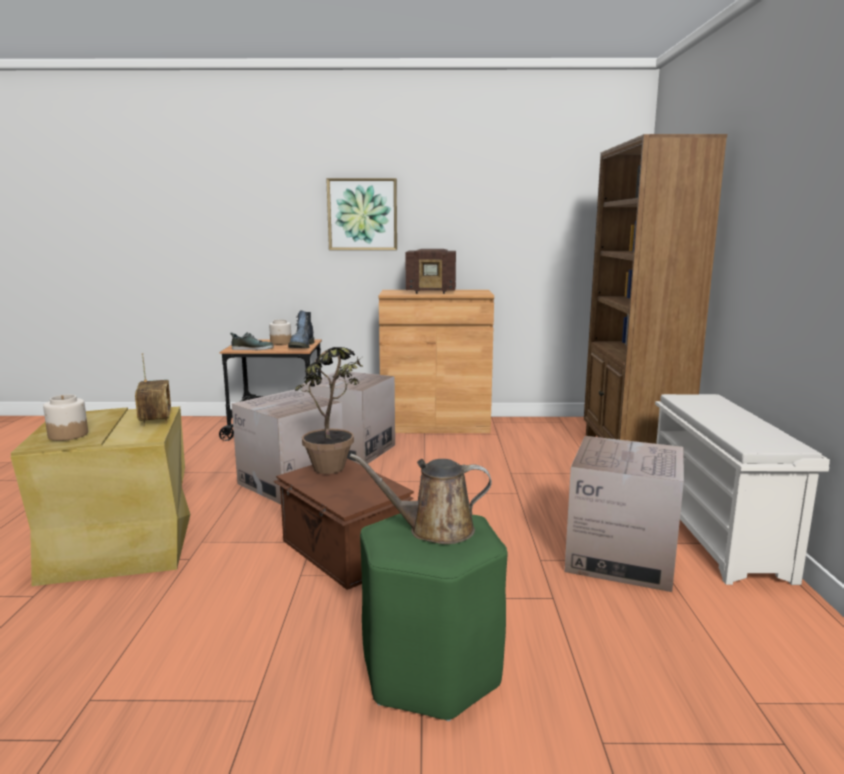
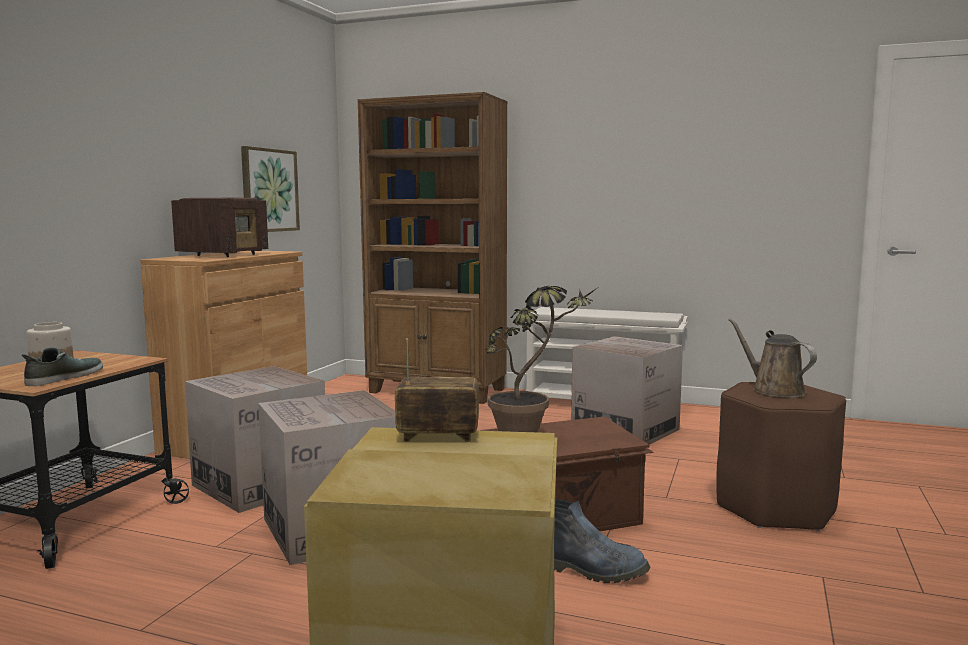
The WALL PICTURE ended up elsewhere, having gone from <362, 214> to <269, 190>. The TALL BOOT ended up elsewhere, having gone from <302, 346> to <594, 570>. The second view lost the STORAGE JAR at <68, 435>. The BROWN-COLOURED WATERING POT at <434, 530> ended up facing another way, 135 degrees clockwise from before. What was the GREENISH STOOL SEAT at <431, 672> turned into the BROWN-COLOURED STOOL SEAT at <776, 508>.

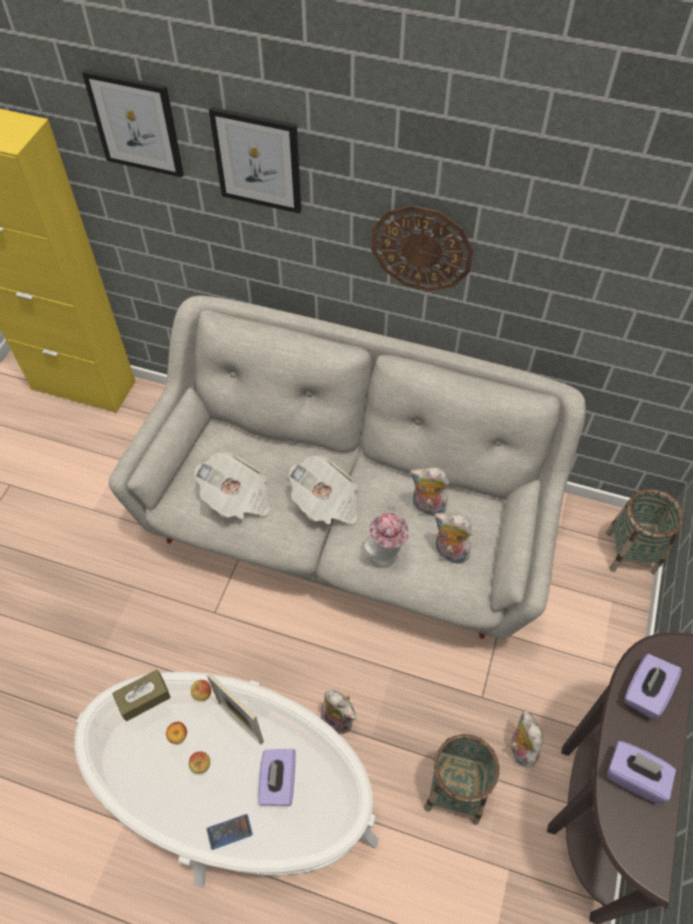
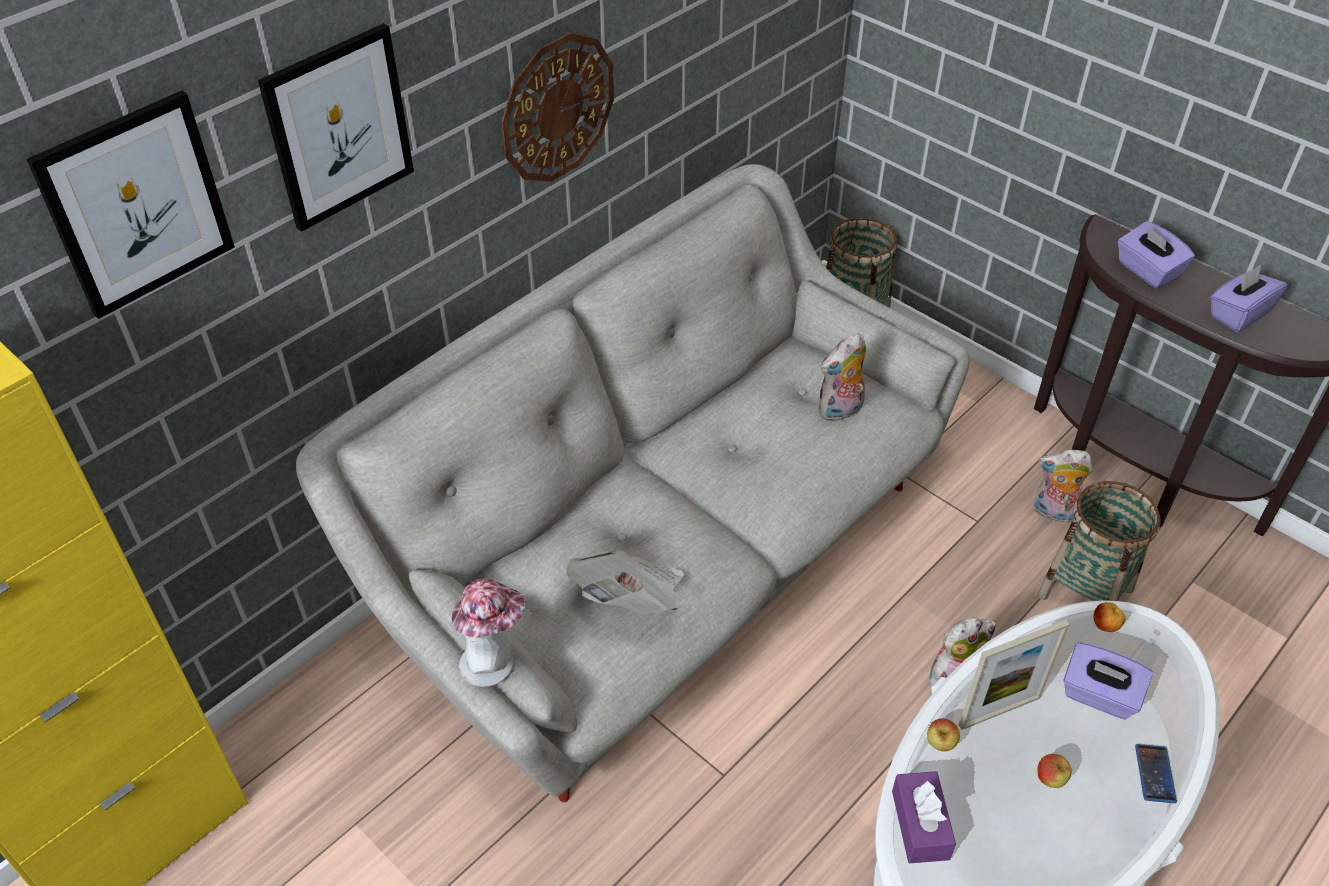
The second view lost the NEWSPAPER at <326, 502>. The second view lost the CUDDLY TOY at <427, 507>. The HAT ended up elsewhere, having gone from <386, 554> to <494, 662>. What was the BROWN-COLOURED TISSUE HOLDER at <143, 698> turned into the PURPLE-COLOURED TISSUE HOLDER at <920, 825>. The APPLE ended up elsewhere, having gone from <178, 736> to <1105, 626>.

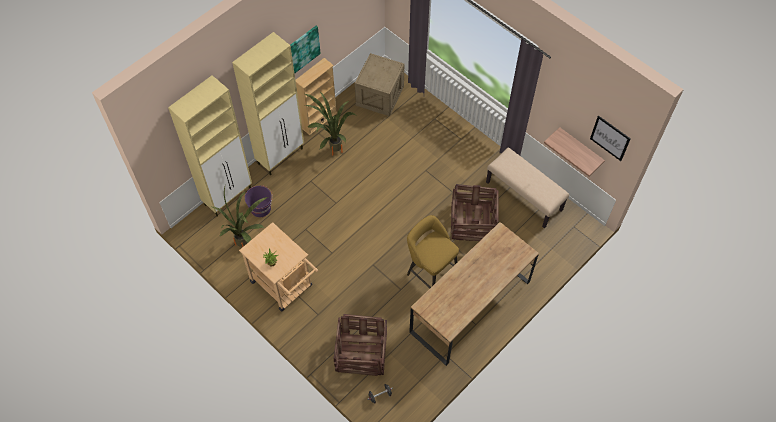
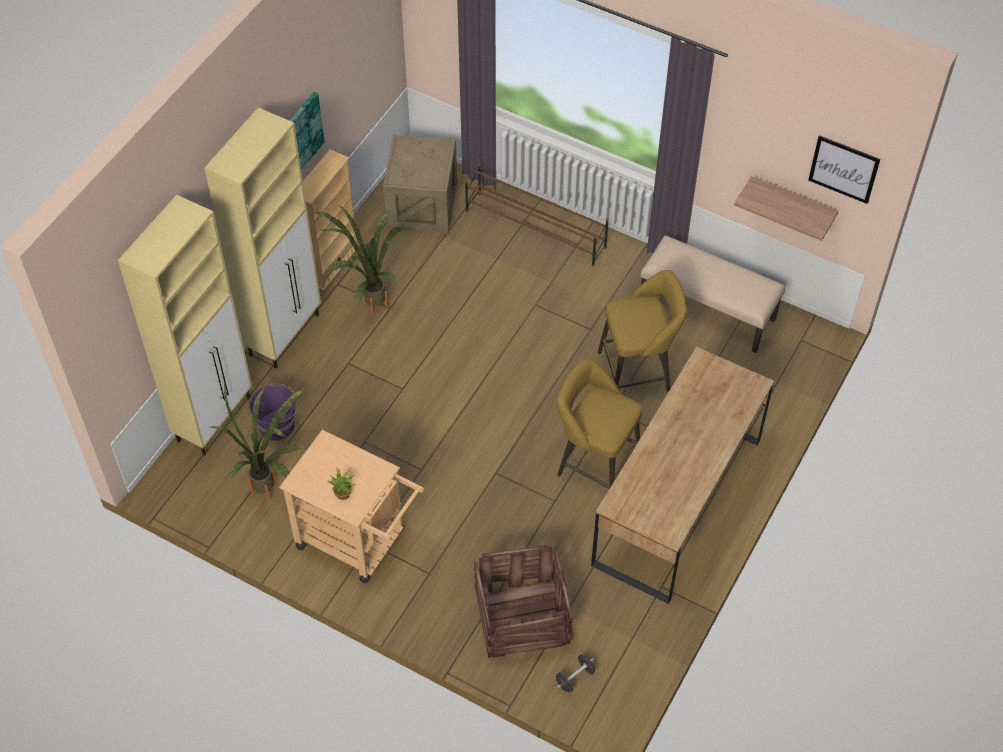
Where the PACKING CRATE stood at <472, 223>, the YELLOWISH STOOL SEAT came to stand at <638, 370>. The second view gained the BROWN-COLOURED SHOE STAND at <535, 229>.

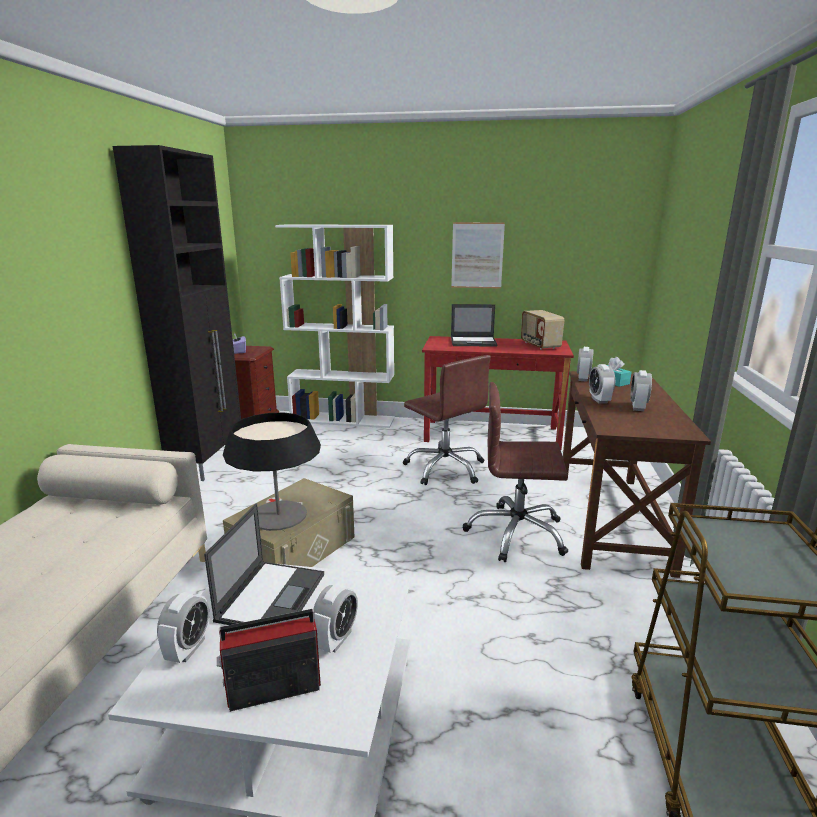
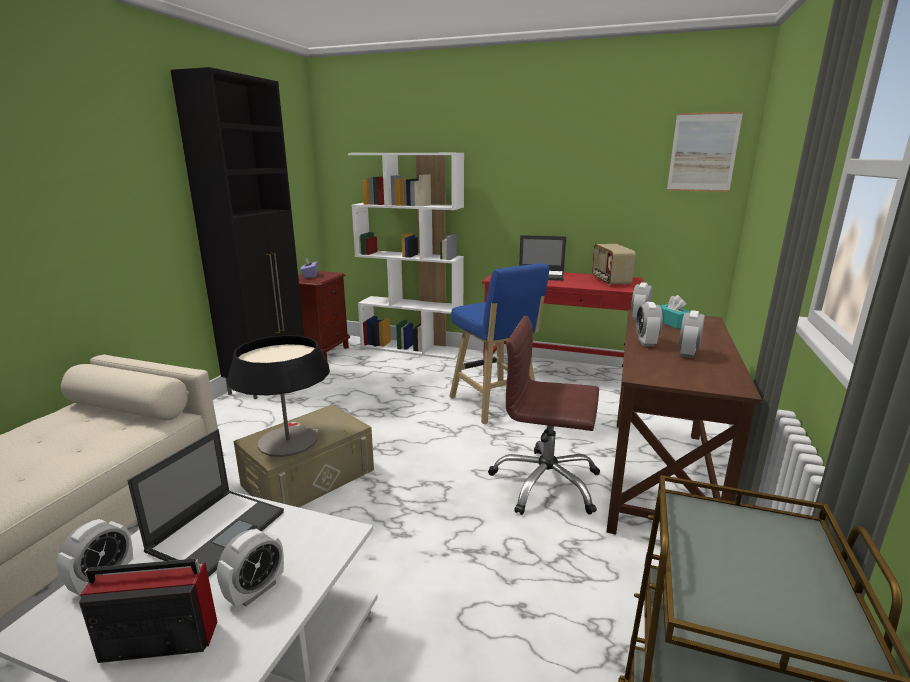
The WALL PICTURE ended up elsewhere, having gone from <477, 255> to <703, 152>. Where the BROWN-COLOURED COMPUTER CHAIR stood at <445, 468>, the BLUE-COLOURED STOOL SEAT came to stand at <495, 405>.

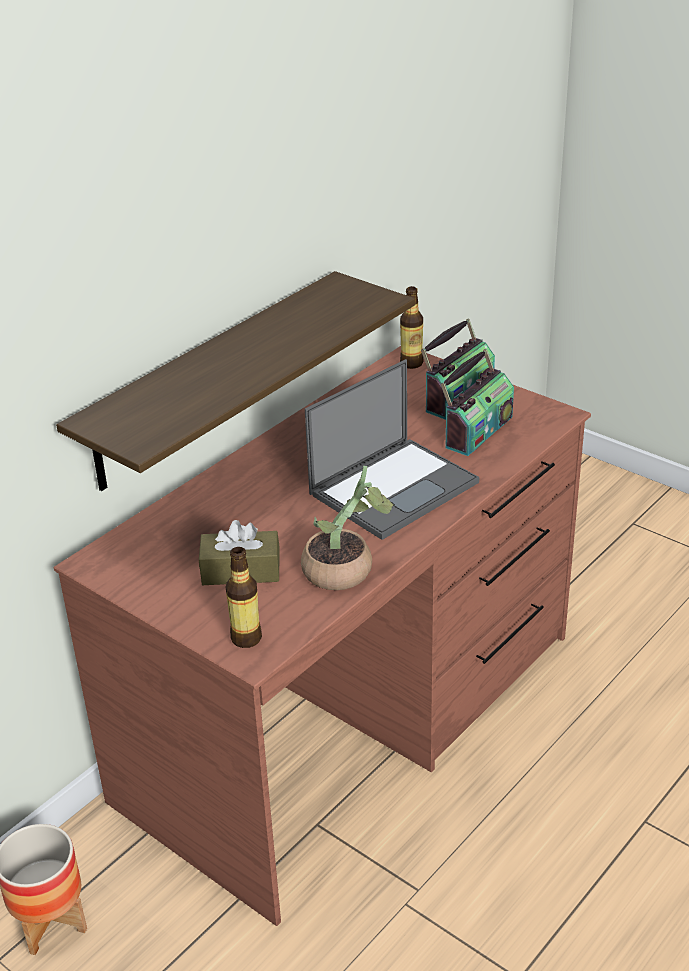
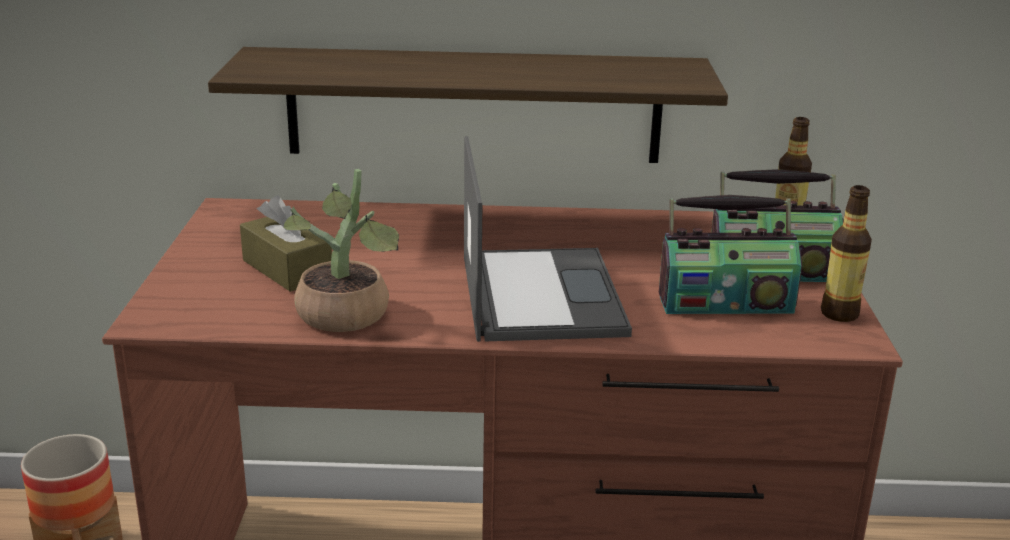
The LAPTOP at <395, 487> ended up facing another way, 105 degrees counterclockwise from before. The BOTTLE ended up elsewhere, having gone from <246, 638> to <839, 314>.

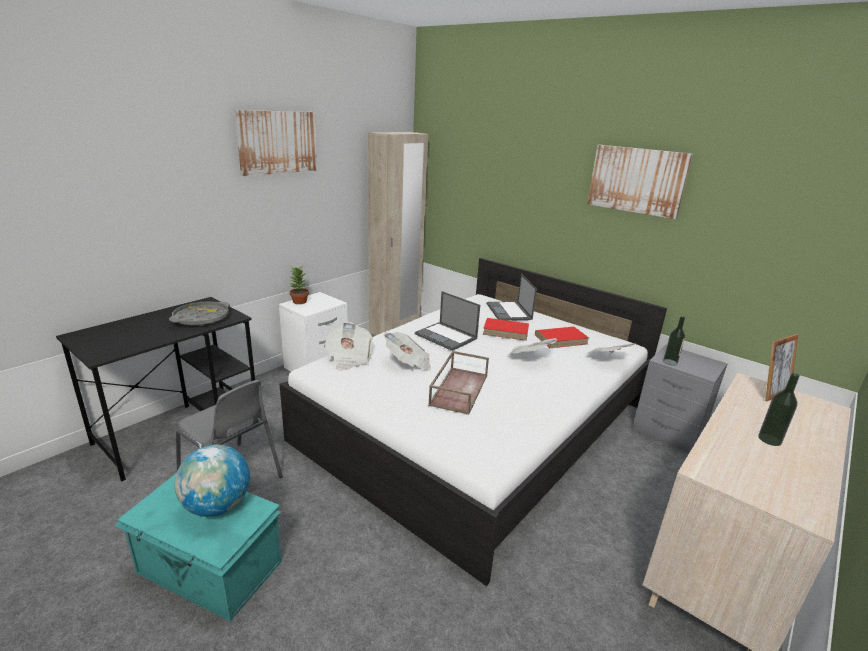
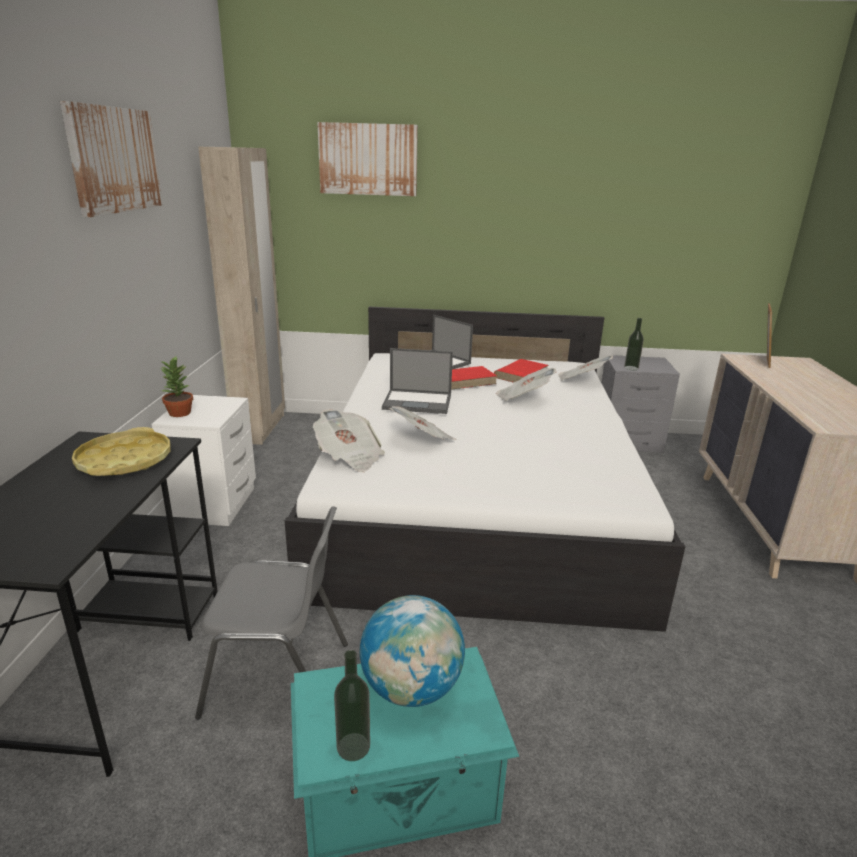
The WALL PICTURE ended up elsewhere, having gone from <637, 180> to <368, 159>. What was the GREY SERVING TRAY at <201, 318> turned into the YELLOWISH SERVING TRAY at <124, 461>. The second view lost the BROWN-COLOURED SERVING TRAY at <458, 389>. The BOTTLE ended up elsewhere, having gone from <769, 439> to <353, 746>.

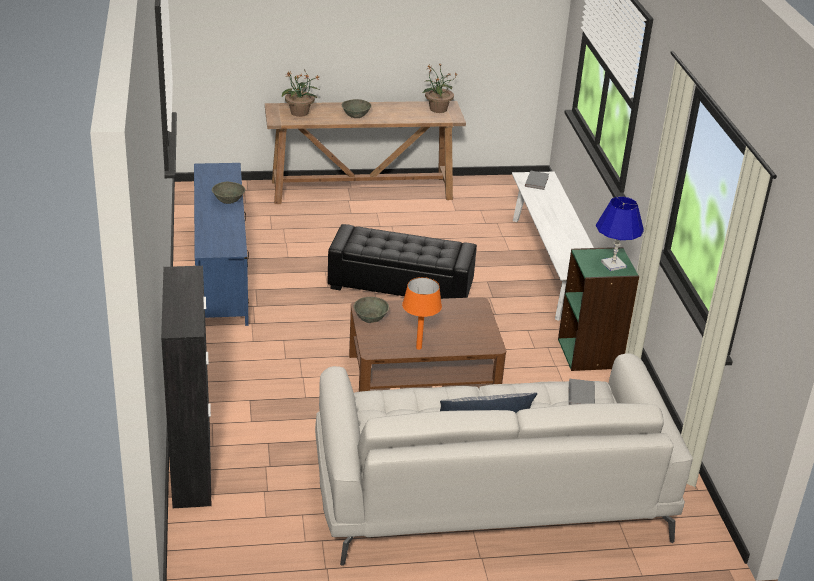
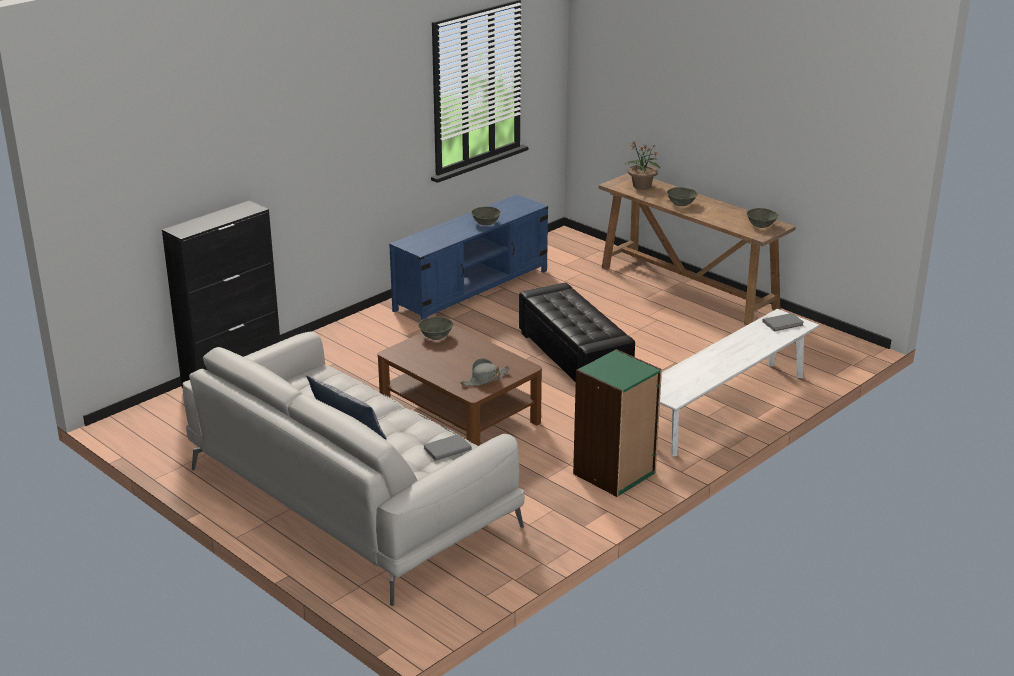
Where the POTTED PLANT stood at <437, 109>, the GREY BOWL came to stand at <761, 225>. The second view lost the BLUE-COLOURED TABLETOP LAMP at <613, 265>. The second view lost the ORANGEY TABLETOP LAMP at <419, 348>. The second view gained the GREY HAT at <485, 379>.

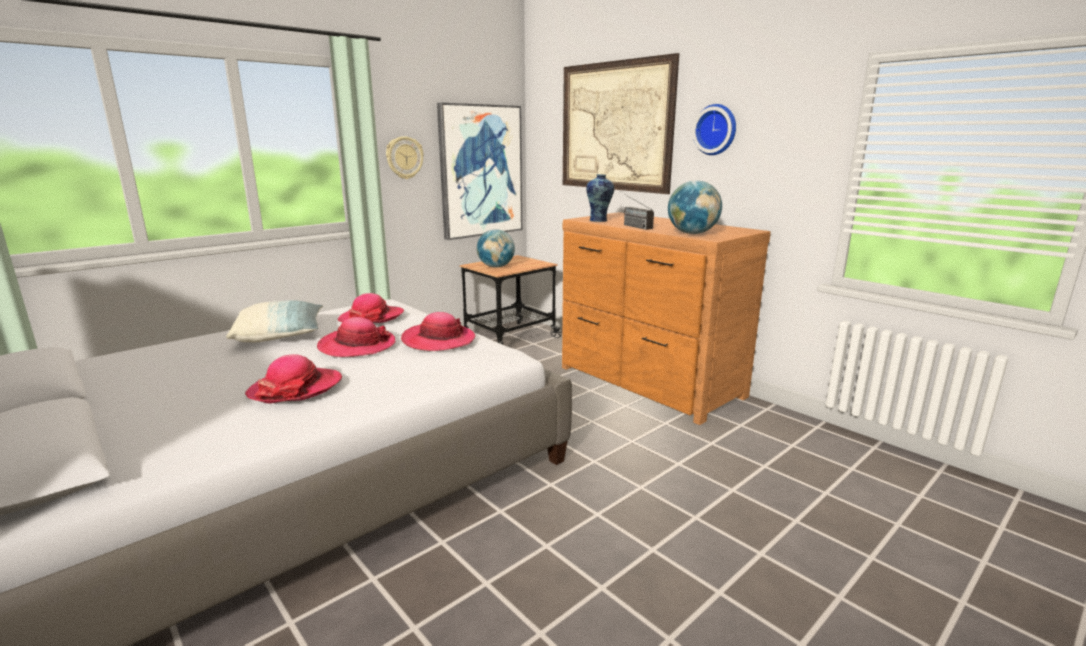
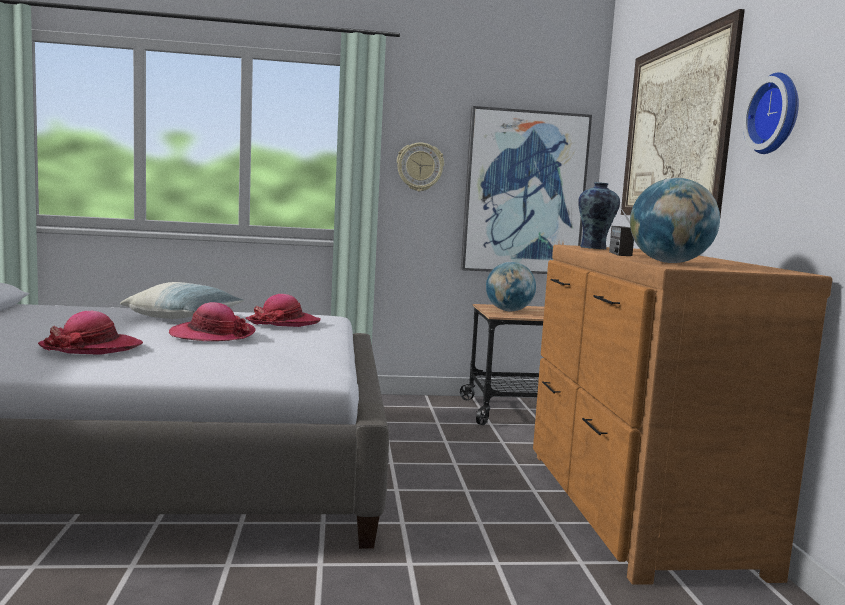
The second view lost the HAT at <438, 340>.

